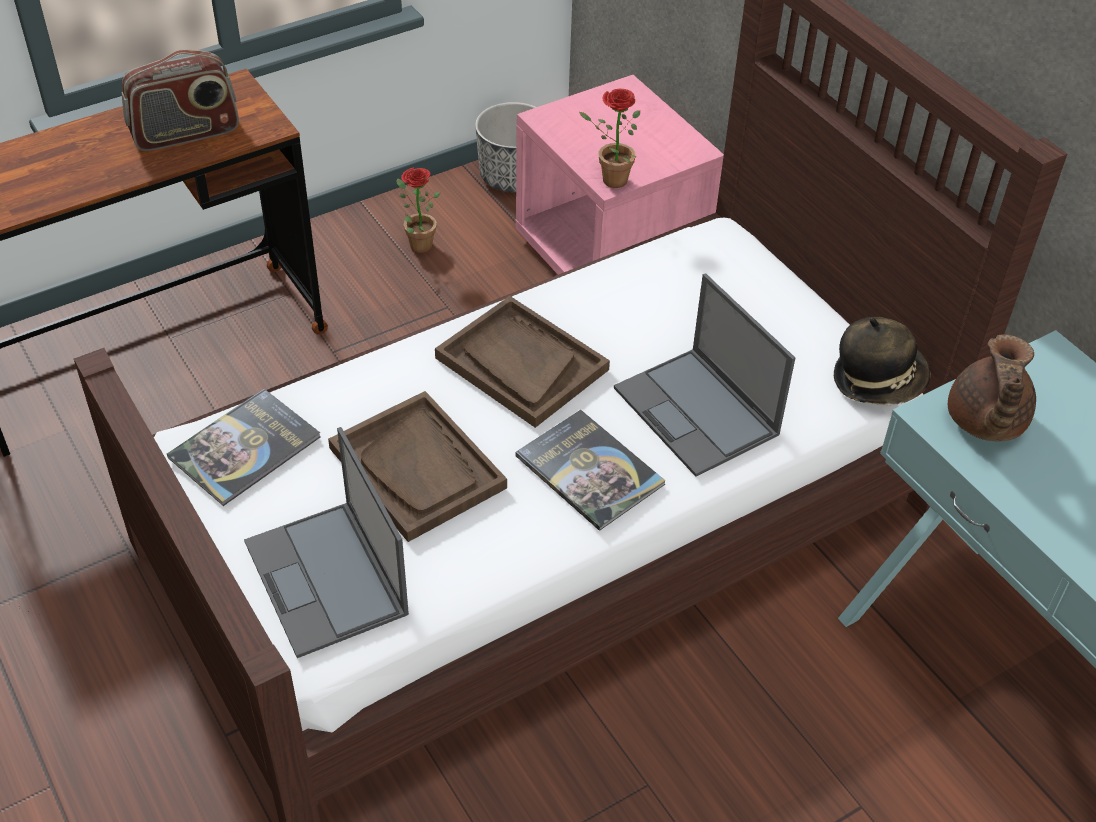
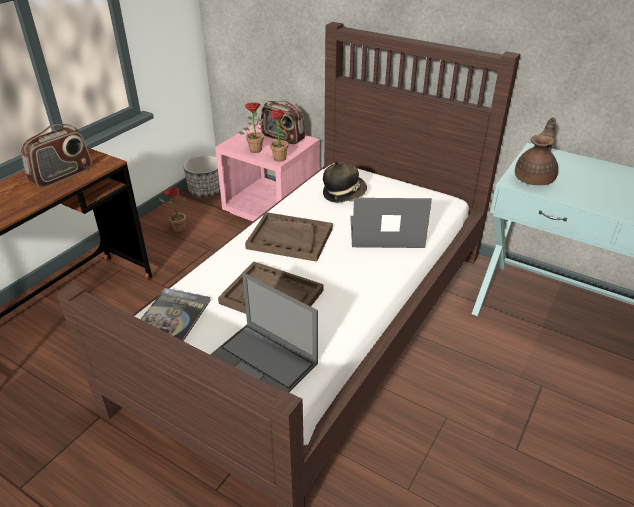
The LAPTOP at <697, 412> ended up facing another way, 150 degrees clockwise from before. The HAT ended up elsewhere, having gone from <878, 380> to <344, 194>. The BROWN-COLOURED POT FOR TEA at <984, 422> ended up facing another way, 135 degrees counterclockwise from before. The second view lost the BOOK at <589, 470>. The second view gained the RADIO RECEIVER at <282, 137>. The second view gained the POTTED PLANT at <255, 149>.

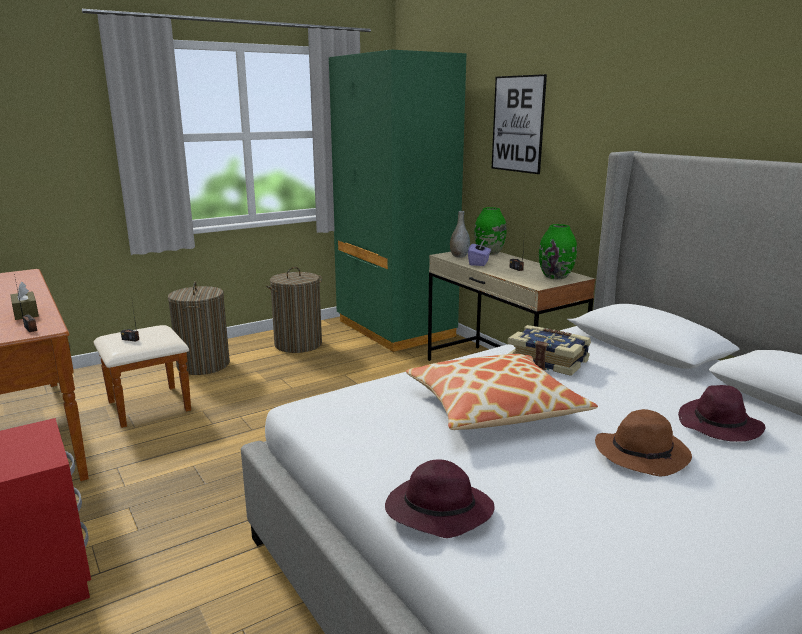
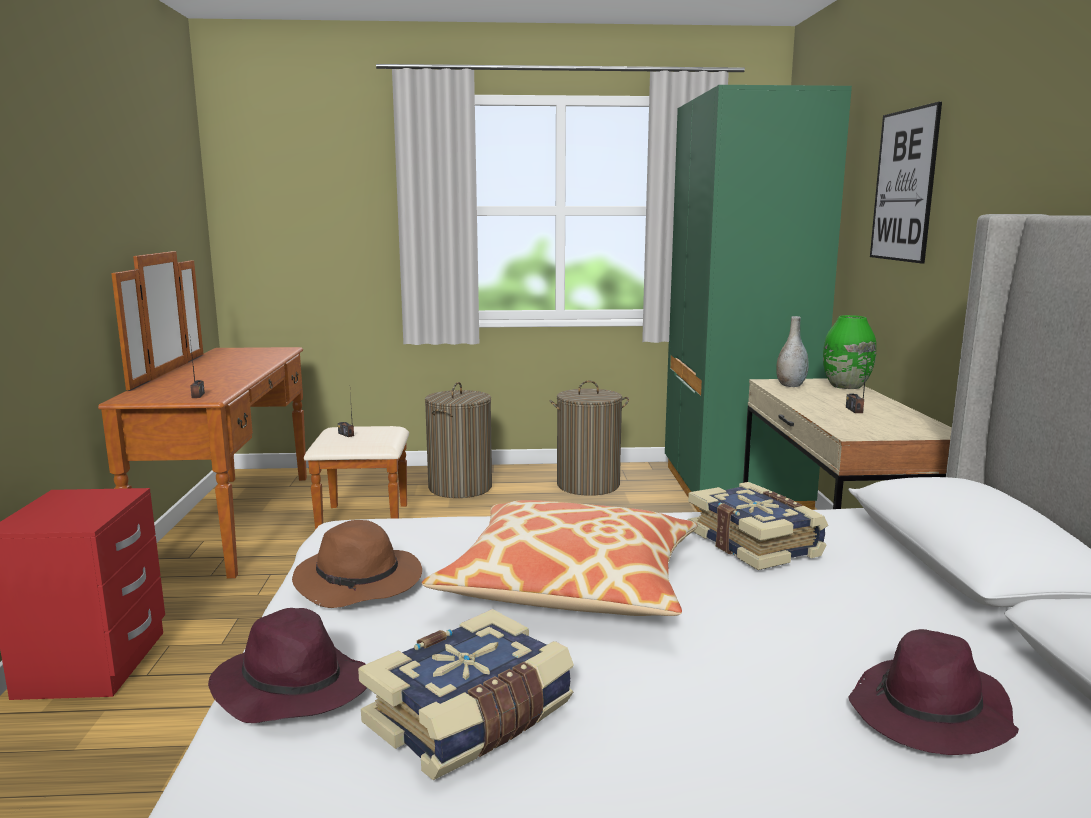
The second view lost the GREENISH DECORATIVE VASE at <556, 276>. The second view lost the PURPLE-COLOURED TISSUE HOLDER at <479, 263>. The second view lost the BROWN-COLOURED TISSUE HOLDER at <26, 313>. The BROWN-COLOURED HAT ended up elsewhere, having gone from <642, 454> to <360, 583>. The second view gained the BOOK at <472, 719>.

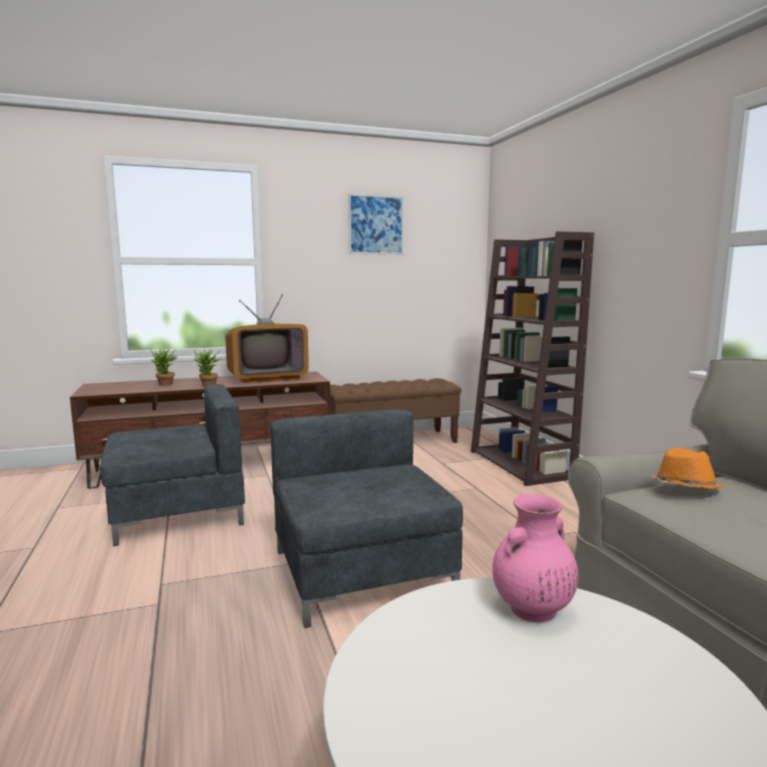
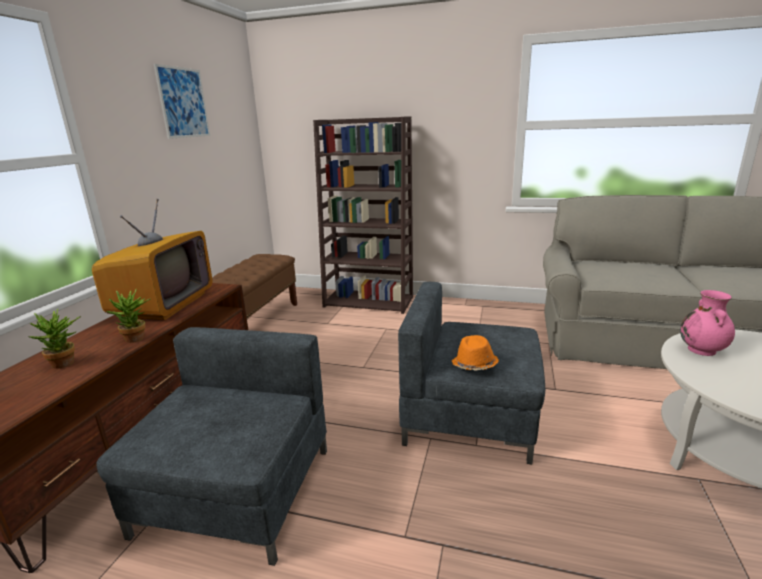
The ORANGEY HAT ended up elsewhere, having gone from <685, 489> to <474, 365>.

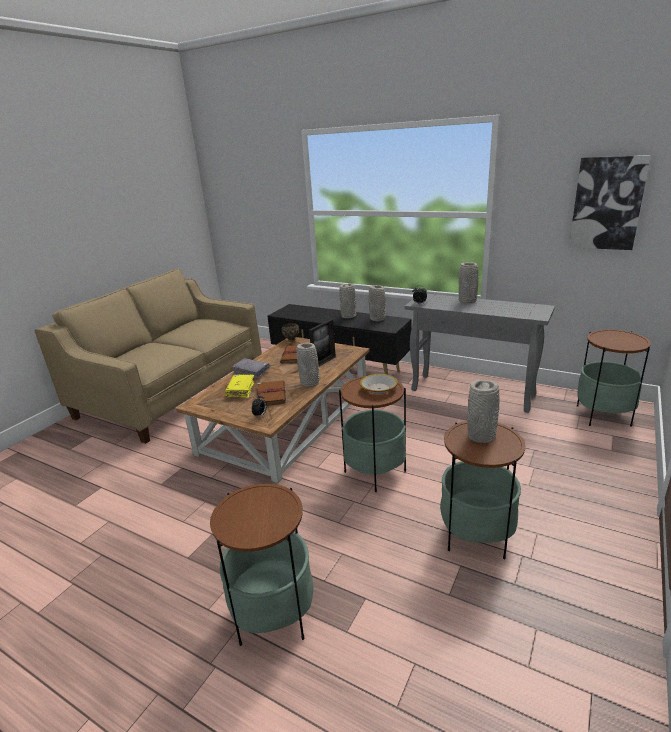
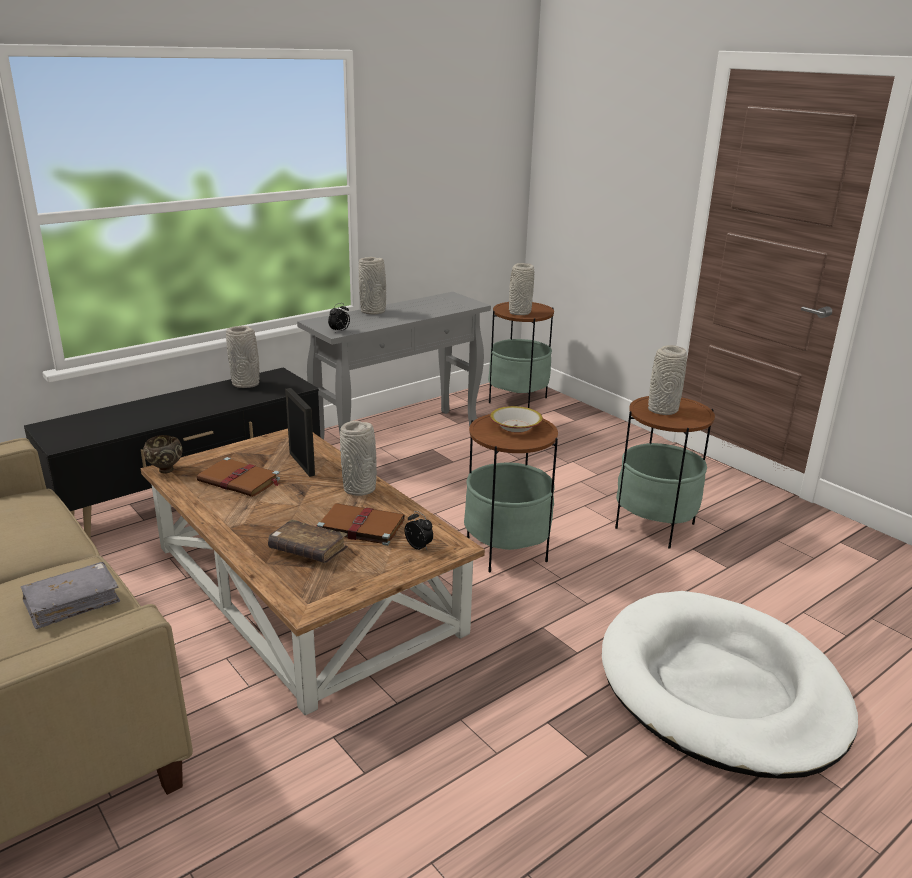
The second view lost the WALL PICTURE at <607, 203>. The GREY DECORATIVE VASE ended up elsewhere, having gone from <349, 316> to <519, 312>. The GREY BOOK ended up elsewhere, having gone from <251, 372> to <72, 602>. What was the YELLOWISH BOOK at <241, 390> turned into the BROWN-COLOURED BOOK at <308, 550>. Where the ACCENT TABLE stood at <274, 614>, the WHITISH DOG BED came to stand at <721, 689>.

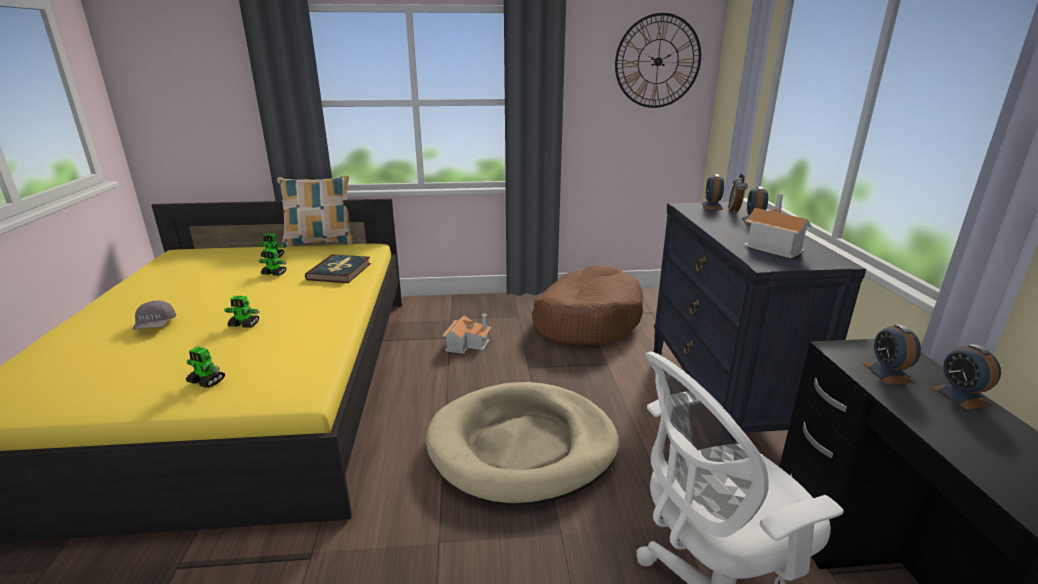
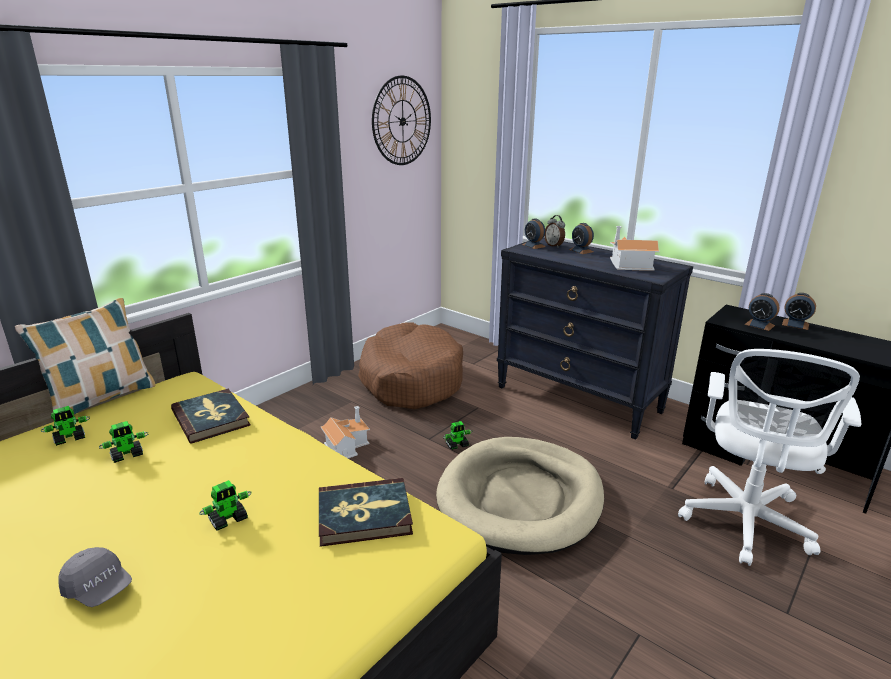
The ROBOT FIGURE ended up elsewhere, having gone from <207, 381> to <457, 445>. The second view gained the BOOK at <364, 515>.

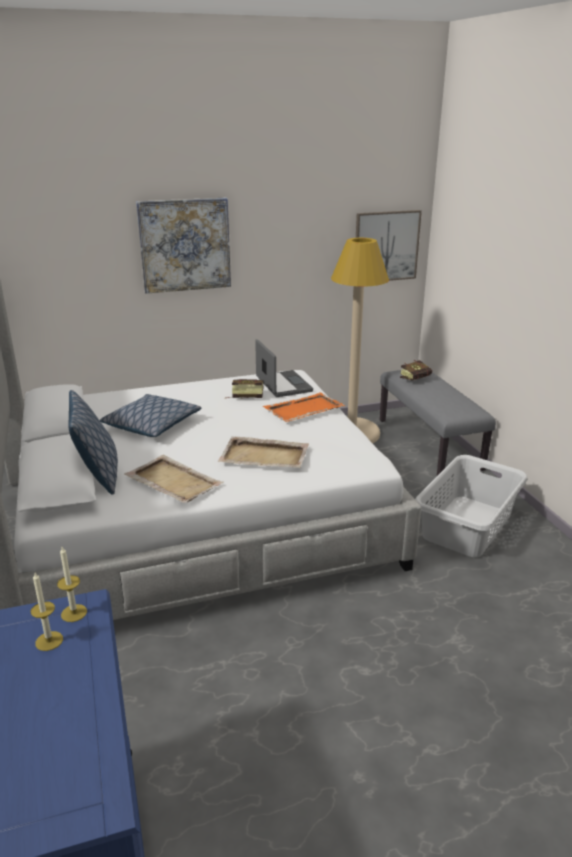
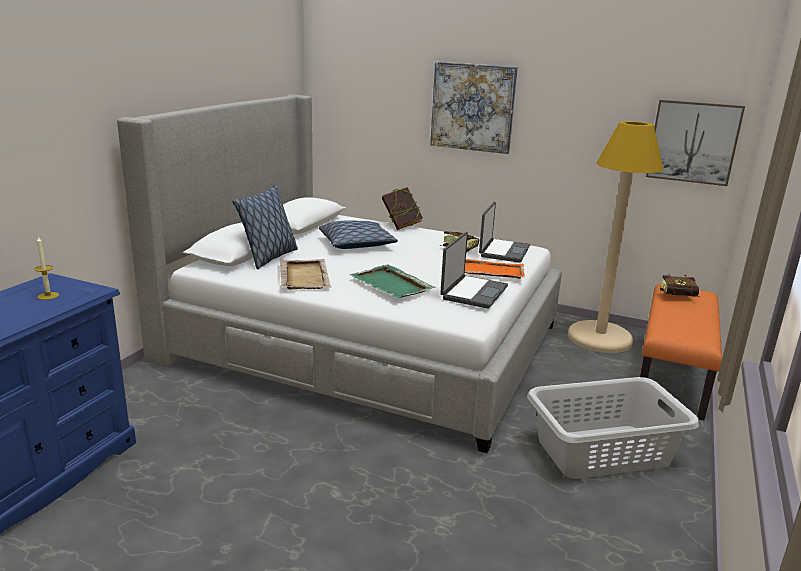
What was the GREY LONG SEAT at <429, 444> turned into the ORANGEY LONG SEAT at <673, 376>. What was the BEIGE SERVING TRAY at <265, 456> turned into the GREENISH SERVING TRAY at <392, 284>. The second view lost the WAX CANDLE at <74, 613>. The second view gained the BOOK at <401, 226>. The second view gained the LAPTOP at <473, 292>.

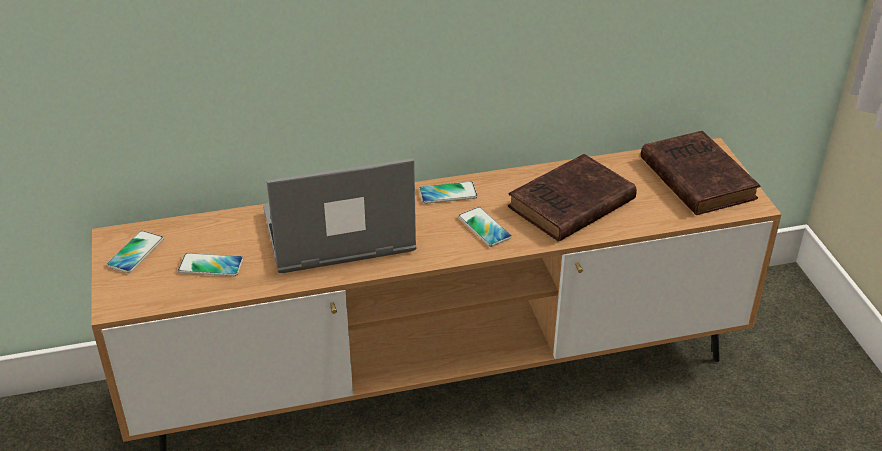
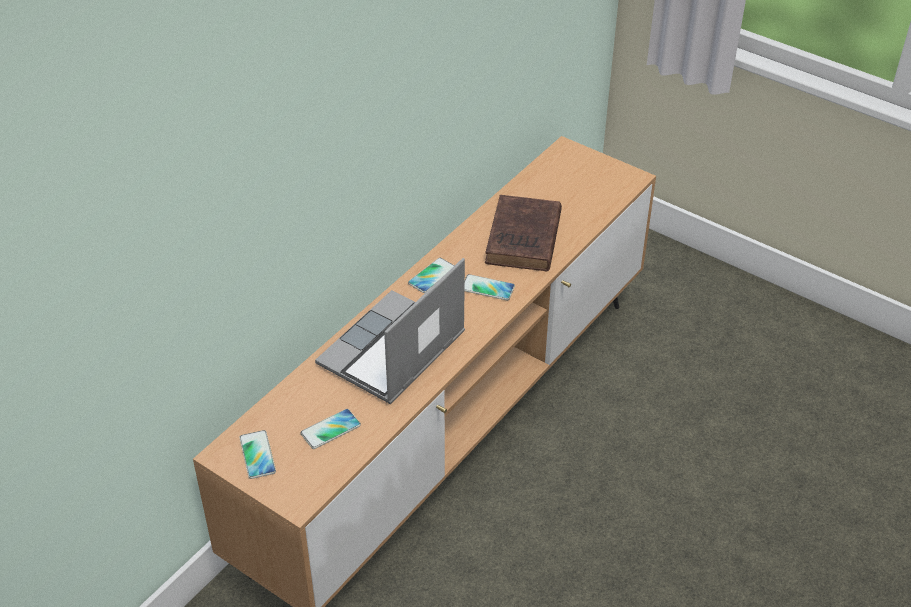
The second view lost the BROWN-COLOURED BOOK at <695, 177>.

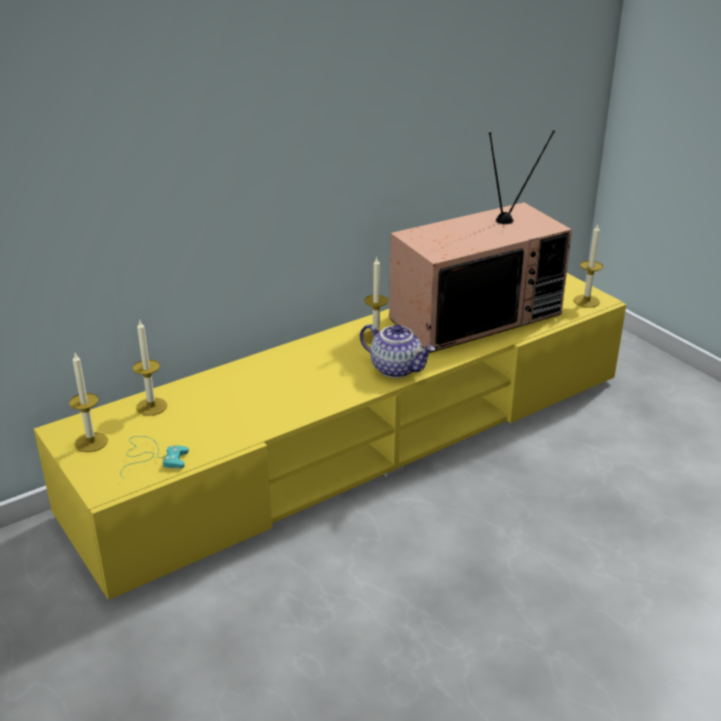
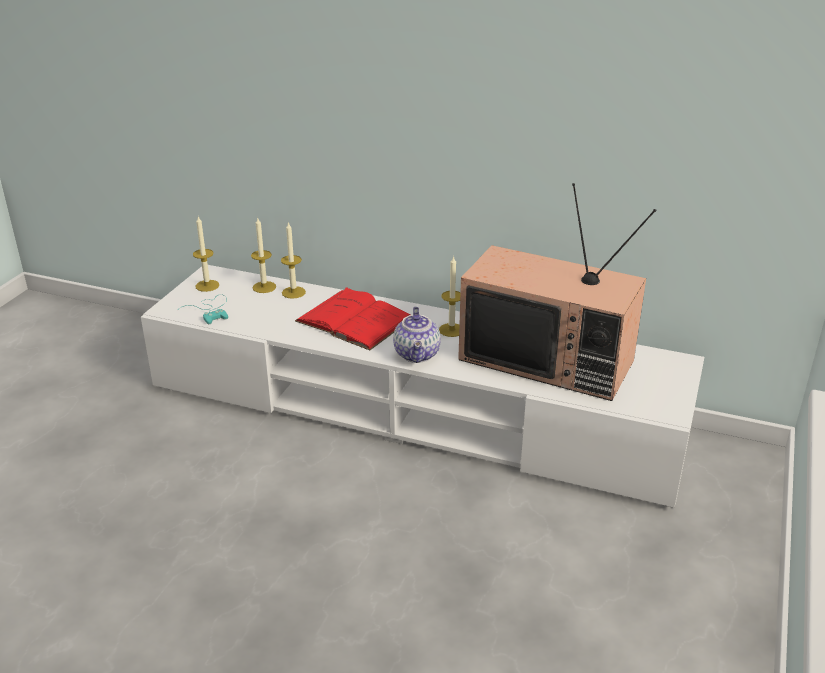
The WAX CANDLE ended up elsewhere, having gone from <586, 301> to <293, 292>. What was the YELLOWISH MEDIA CONSOLE at <361, 442> turned into the WHITISH MEDIA CONSOLE at <413, 411>. The second view gained the RED BOOK at <354, 320>.

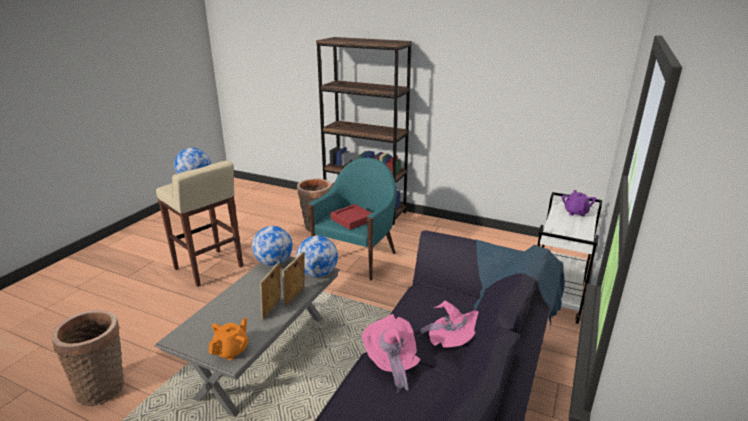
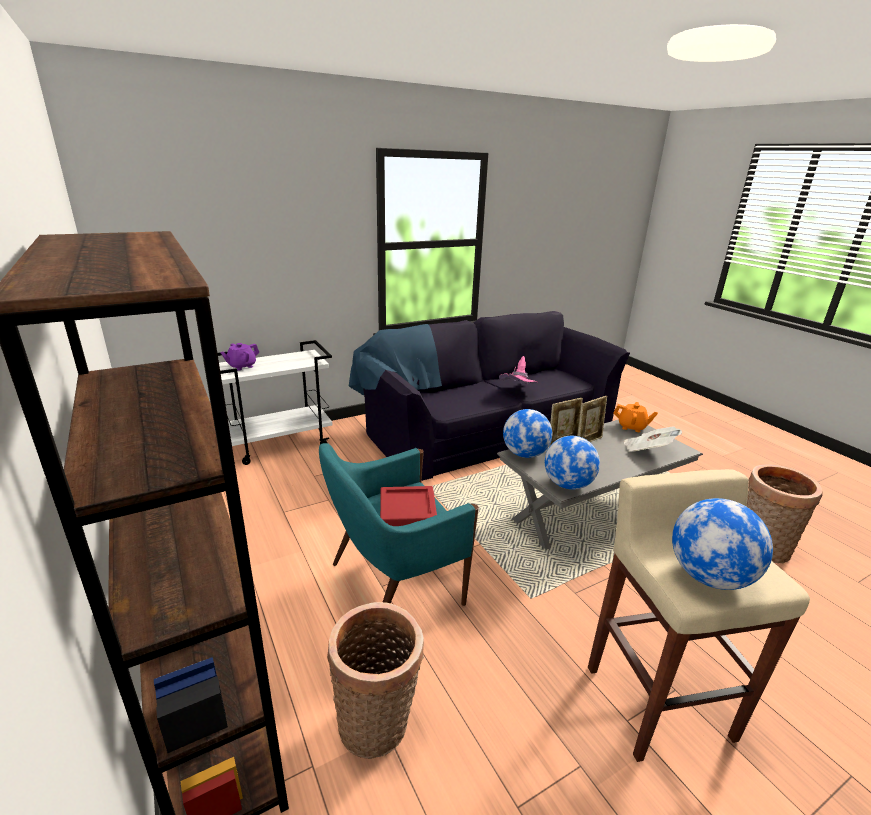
The second view lost the PINK HAT at <453, 343>. The ORANGEY POT FOR TEA at <231, 350> ended up facing another way, 135 degrees counterclockwise from before. The second view gained the NEWSPAPER at <647, 450>.

